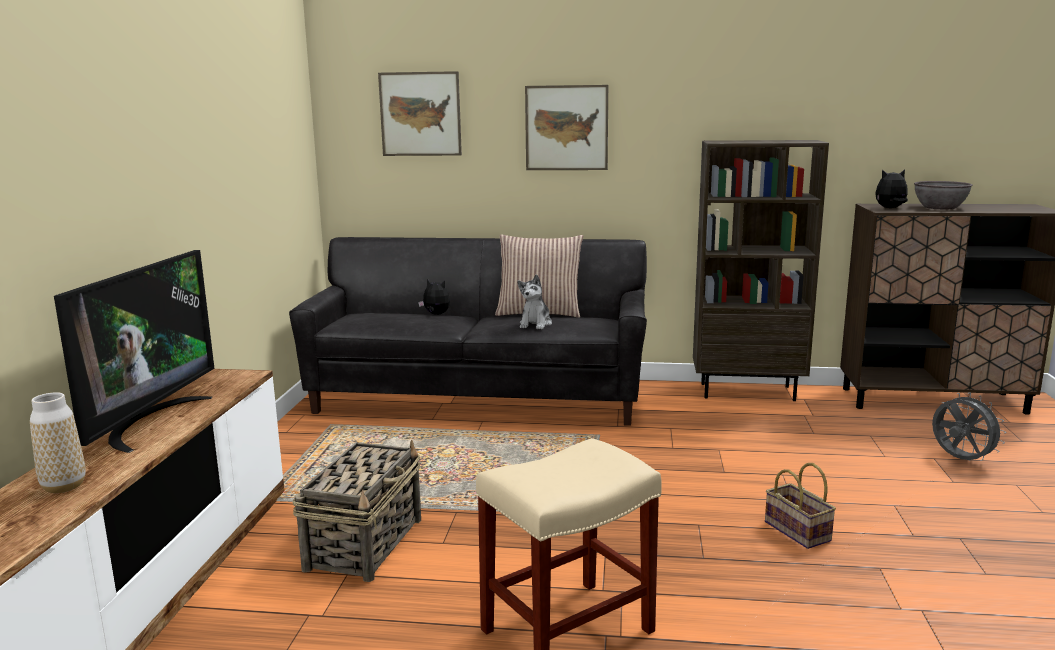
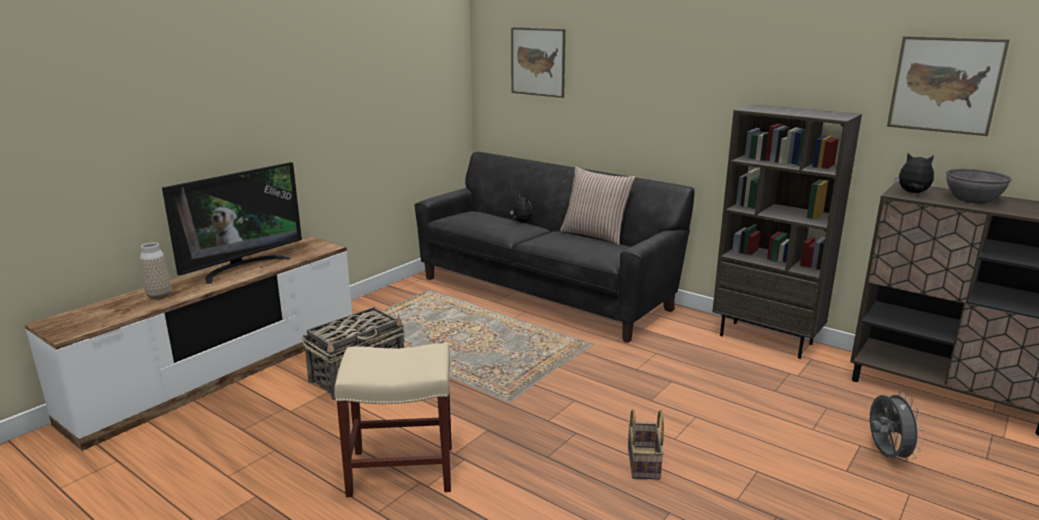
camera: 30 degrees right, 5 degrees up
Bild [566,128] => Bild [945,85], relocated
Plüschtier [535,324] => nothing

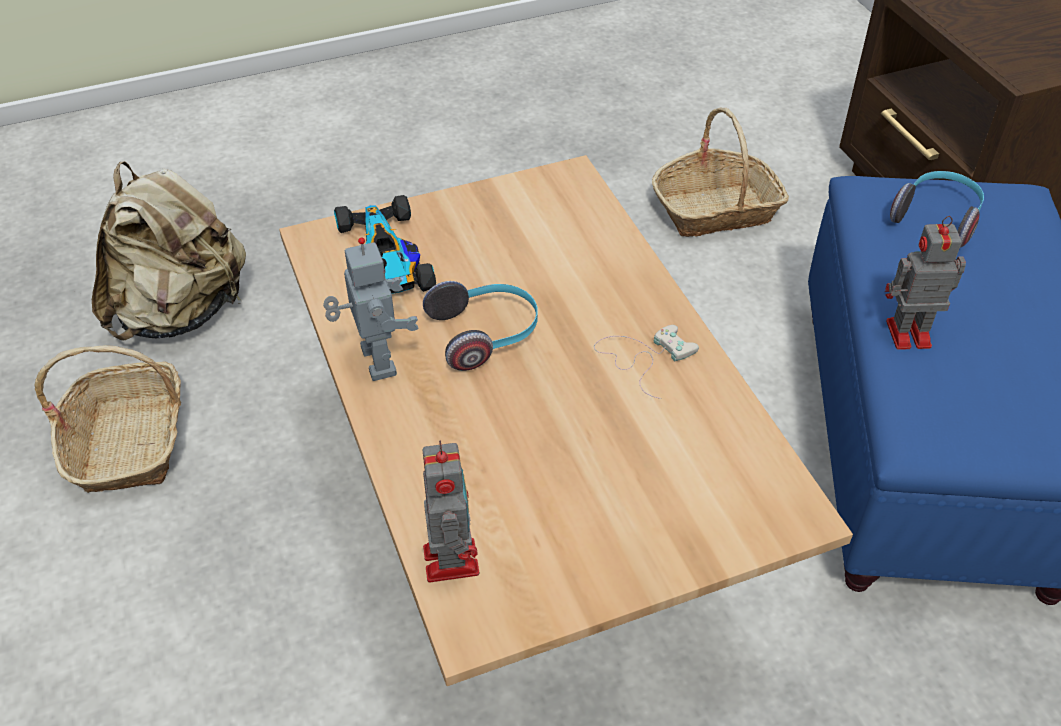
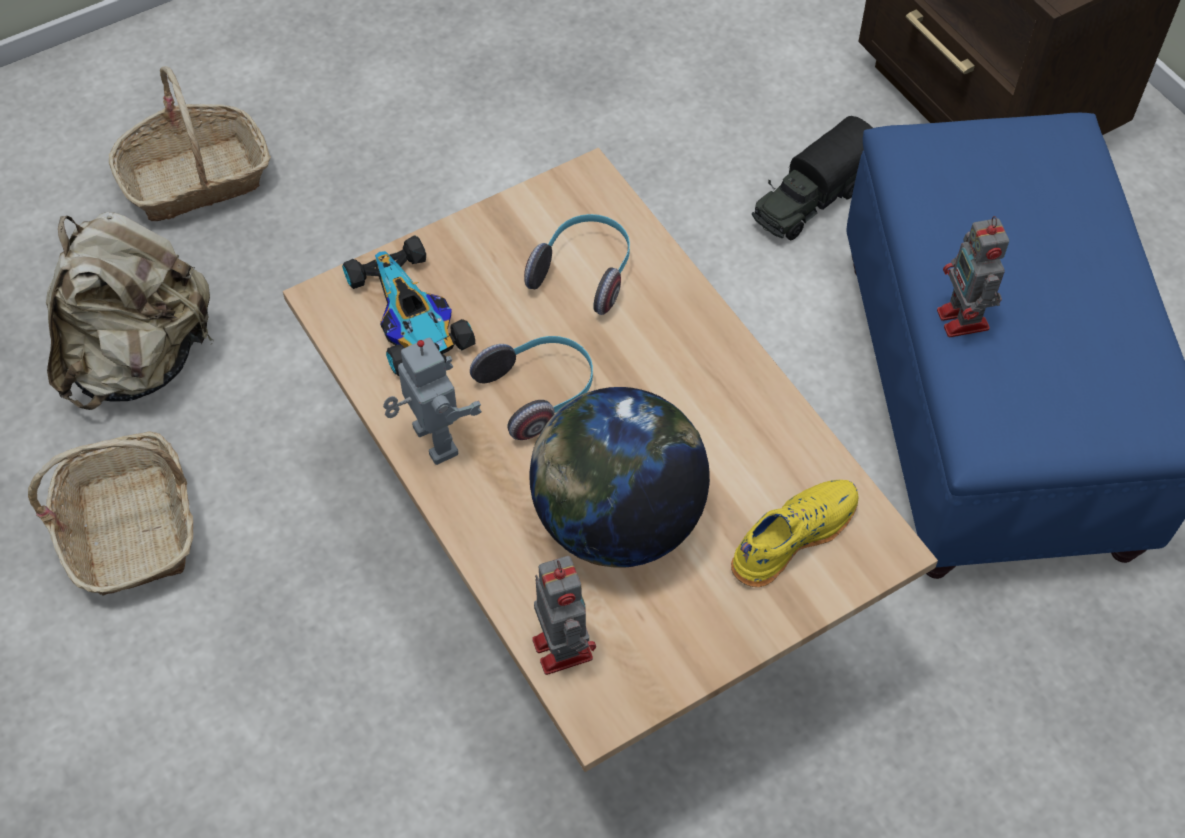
camera: 10 degrees left, 10 degrees up
Korb [716,210] => Korb [196,179], relocated
Kopfhörer [938,217] => Kopfhörer [585,272], relocated
nothing => Globus [617,521]
nothing => Schuh [gelb] [791,537]
nothing => Spielzeuglaster [811,200]
Spielzeugroboter [905,334] => Spielzeugroboter [963,321], 90 degrees counterclockwise
Gamepad [weiß] [644,357] => nothing

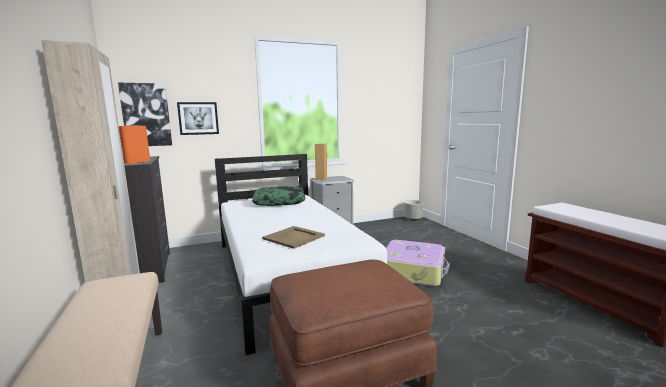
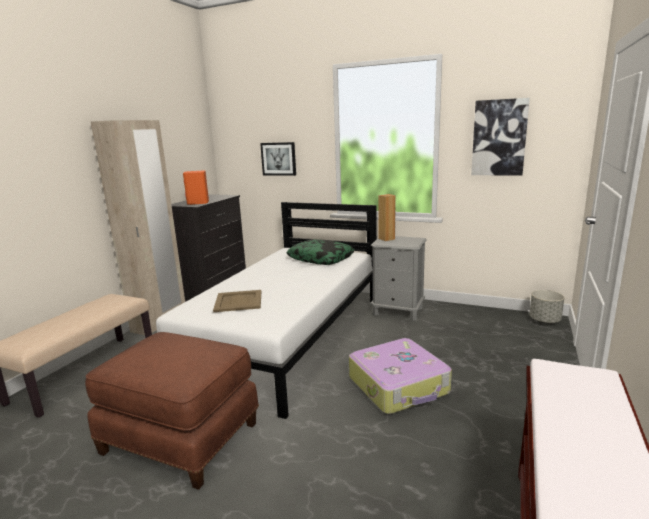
camera: 45 degrees right, 5 degrees up
Bild [146,115] => Bild [499,138], relocated

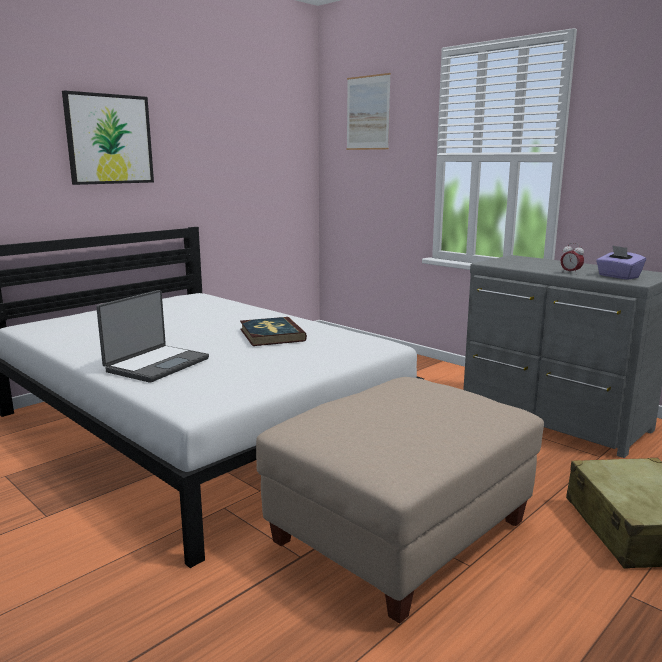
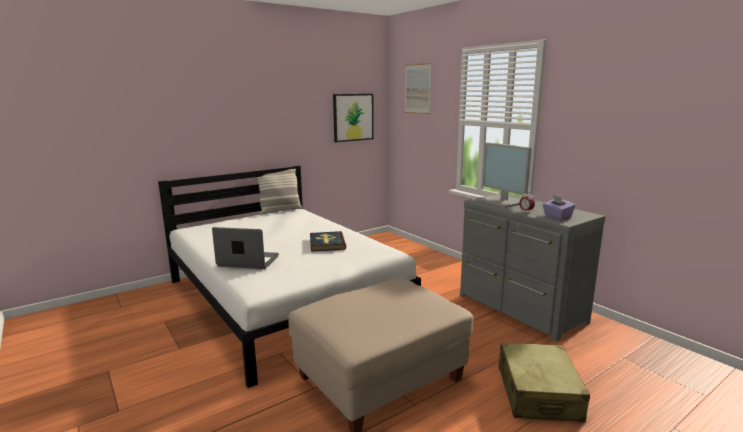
camera: 10 degrees right, 0 degrees up
Laptop [156,365] => Laptop [247,262], 120 degrees counterclockwise
nothing => Kissen [280,210]
Bild [109,139] => Bild [353,117], relocated
nothing => Monitor [502,201]

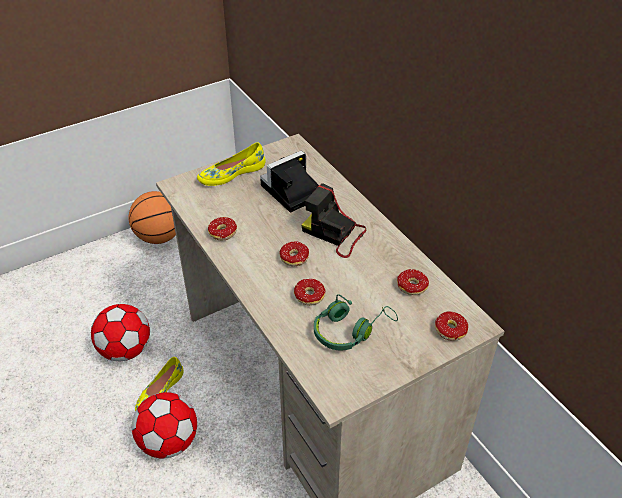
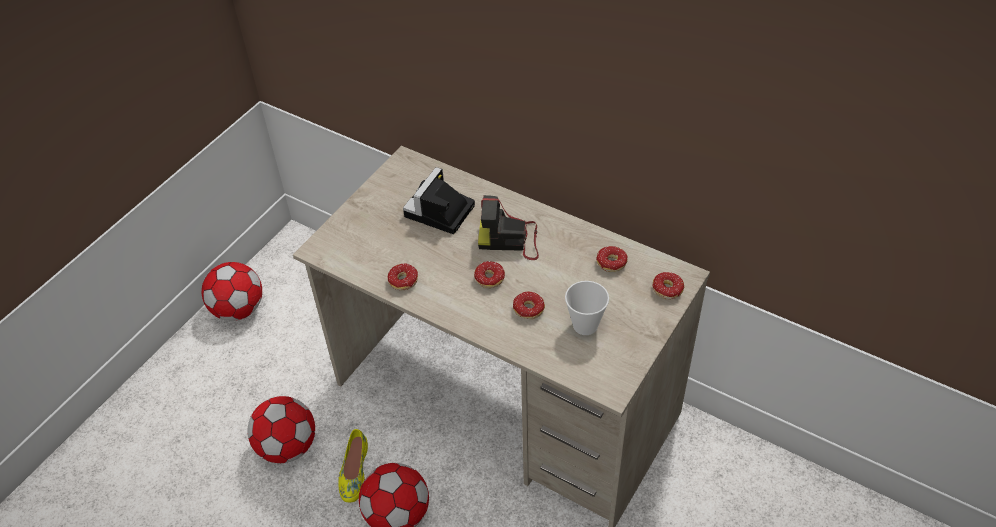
camera: 25 degrees left, 5 degrees up
Basketball [159,237] => Fußball [238,309]
Kopfhörer [grün] [350,330] => Tasse [585,325]
Schuh [gelb] [231,173] => nothing

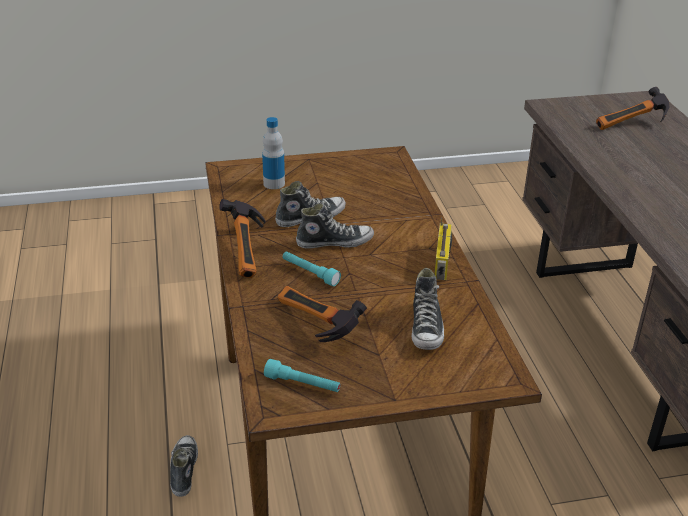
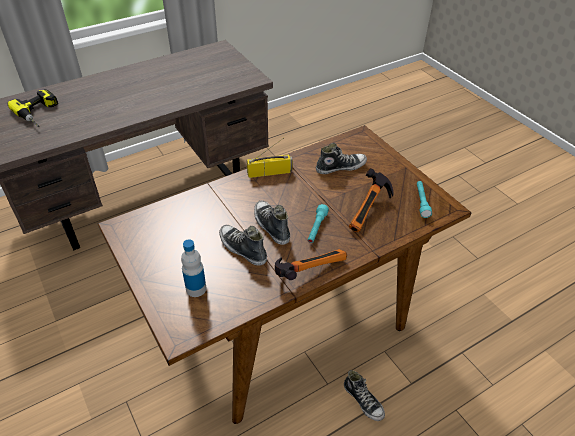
camera: 110 degrees left, 10 degrees up
Hammer [632,126] => Bohrmaschine [40,113]
Schuh [183,470] => Schuh [363,401], 105 degrees counterclockwise

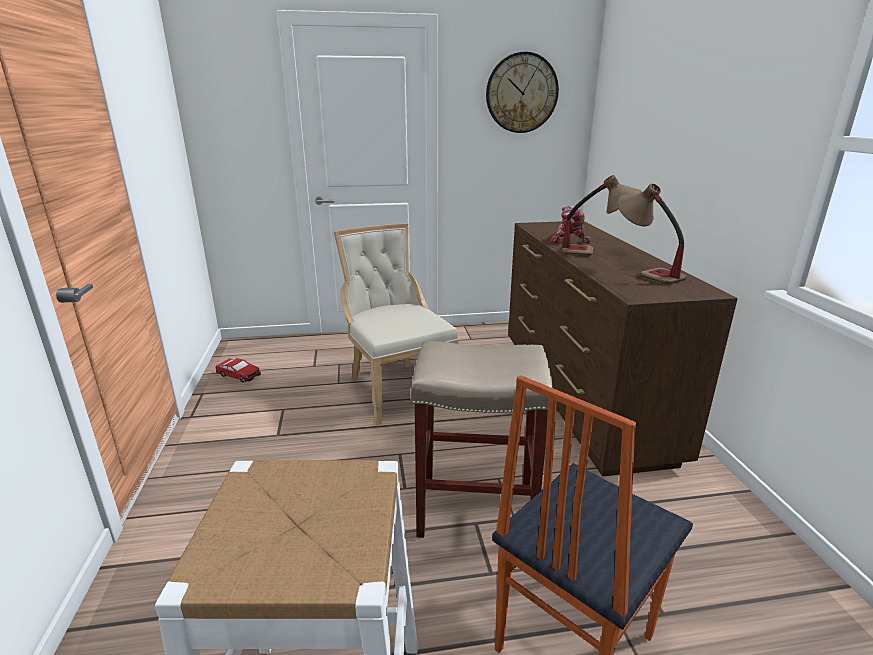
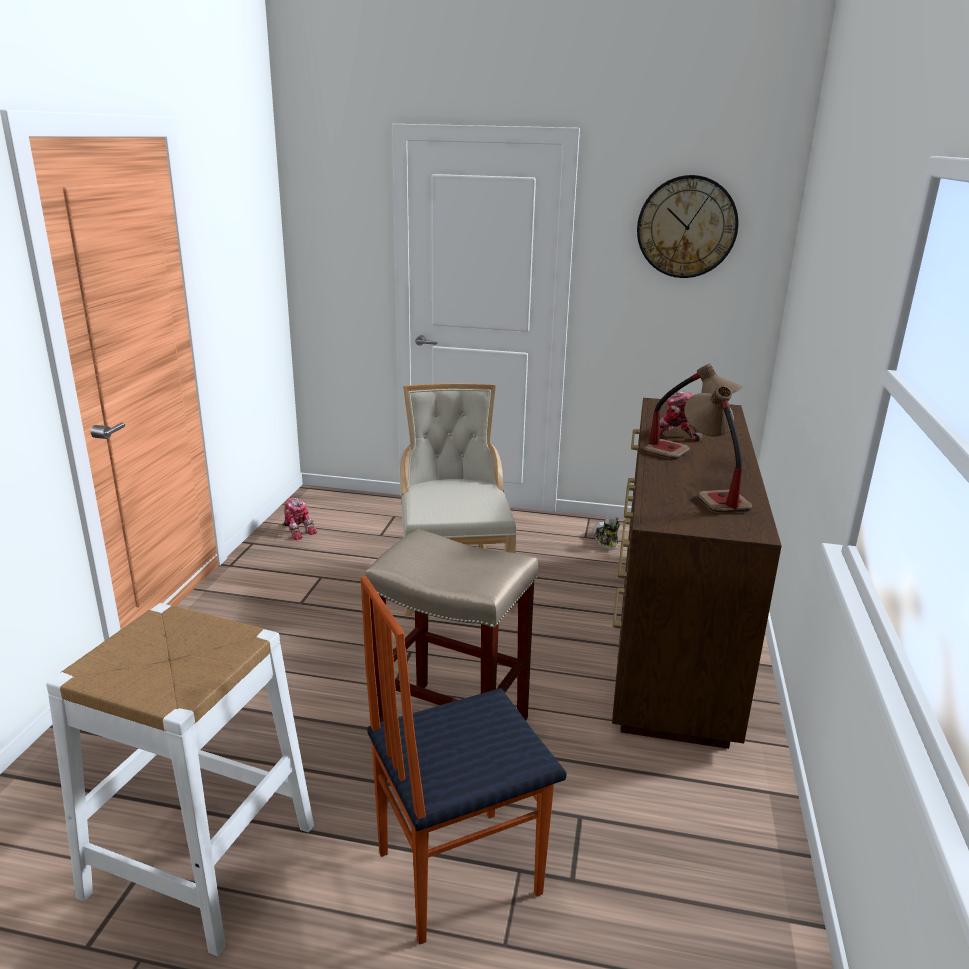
camera: 20 degrees right, 0 degrees up
Spielzeugauto [239,375] => Spielzeugroboter [298,530]
nothing => Schuh [605,540]

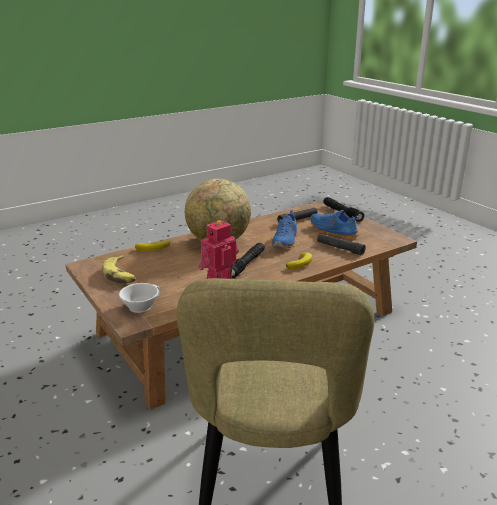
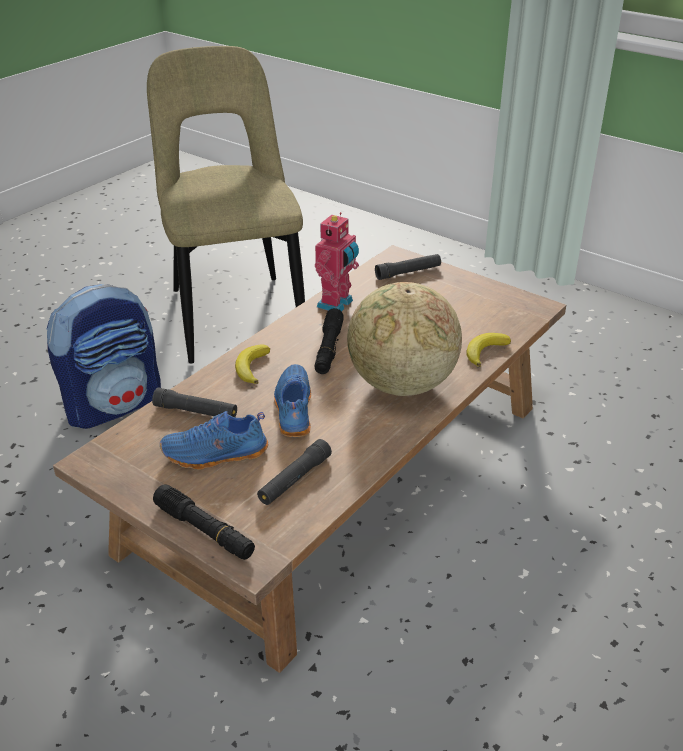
camera: 160 degrees right, 10 degrees up
nothing => Rucksack [114,405]
Schuh [blau] [332,232] => Schuh [blau] [215,455], 150 degrees clockwise
Tasse [weiß] [140,305] => Taschenlampe [schwarz] [408,272]
Banane [120,275] => nothing

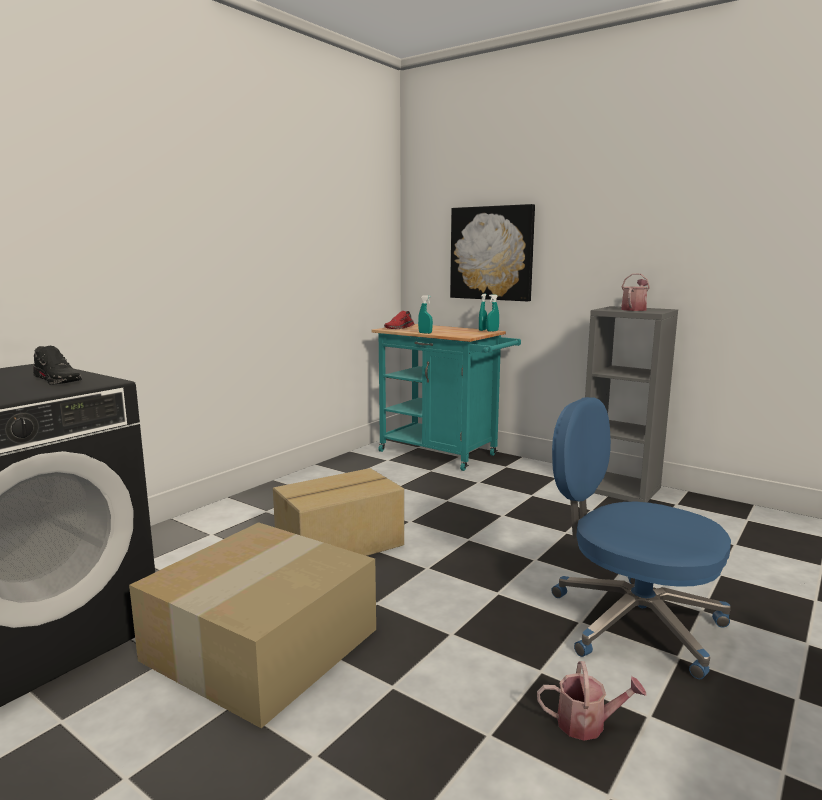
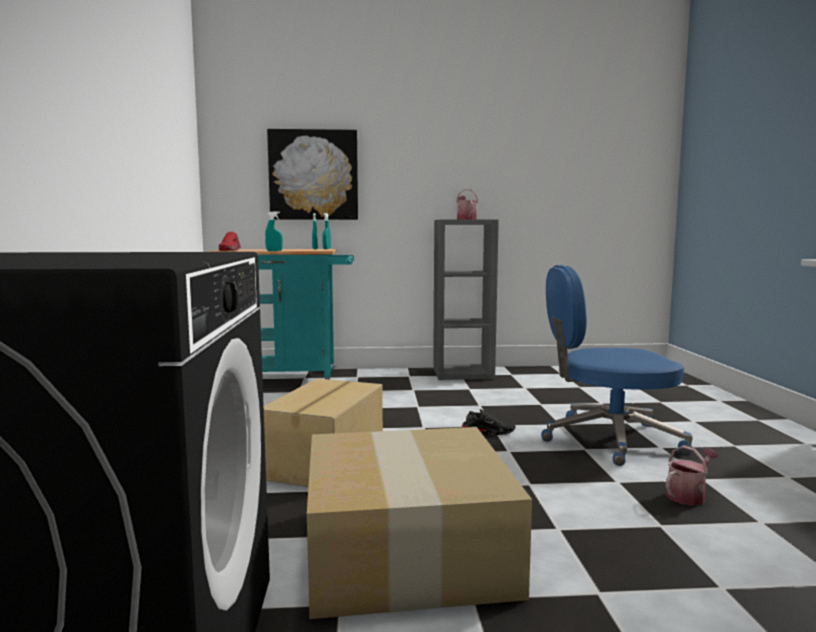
camera: 40 degrees left, 5 degrees down
Schuh [schwarz] [59,380] => Schuh [schwarz] [488,432], relocated

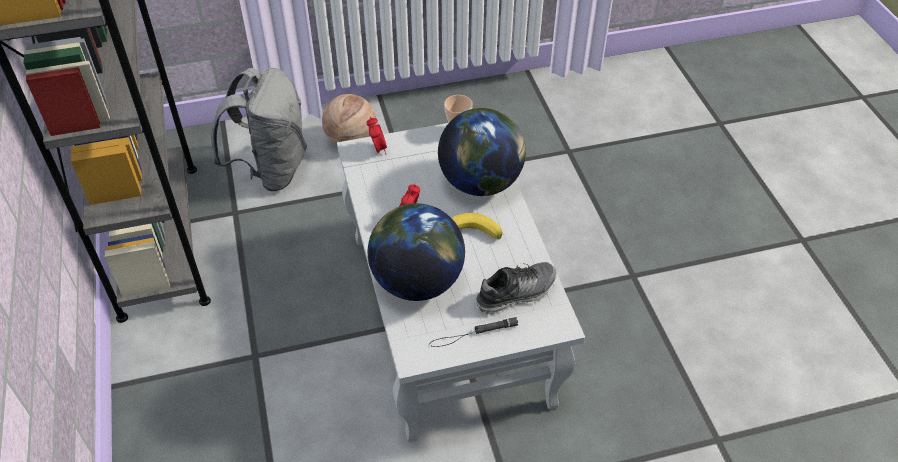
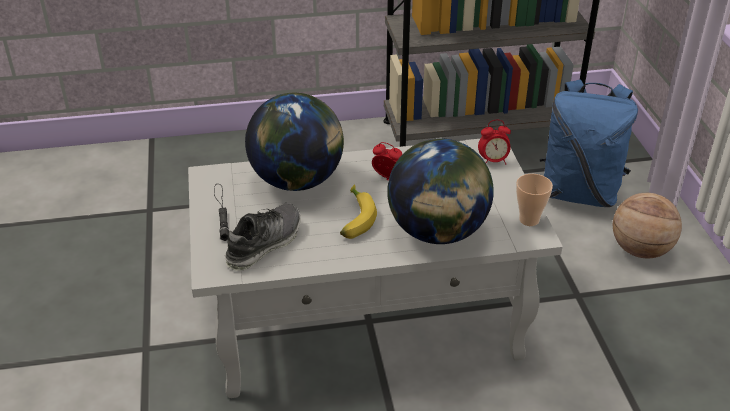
camera: 95 degrees right, 10 degrees down
Schuh [516,293] => Schuh [264,244], 120 degrees counterclockwise
Rucksack [grau] [271,170] => Rucksack [blau] [579,193]

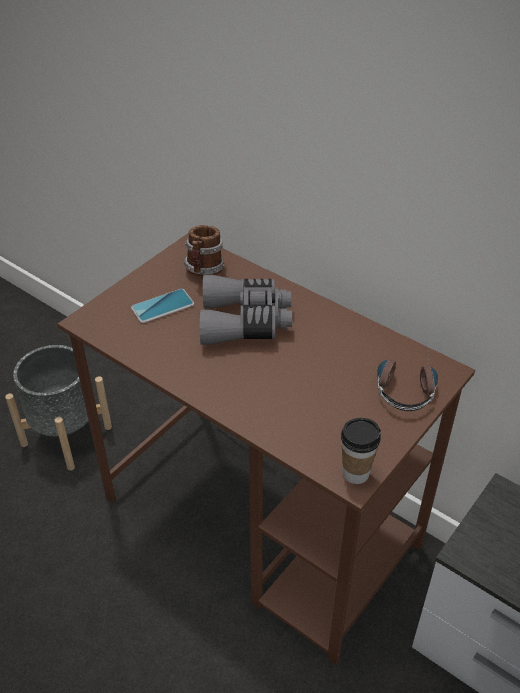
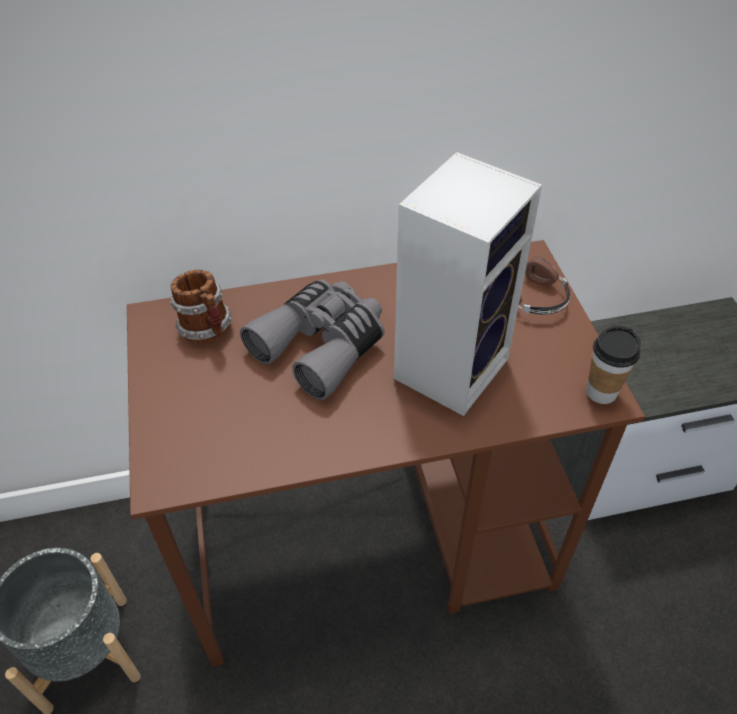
camera: 50 degrees left, 5 degrees up
nothing => Lautsprecher [451,365]
Handy [162,306] => nothing

